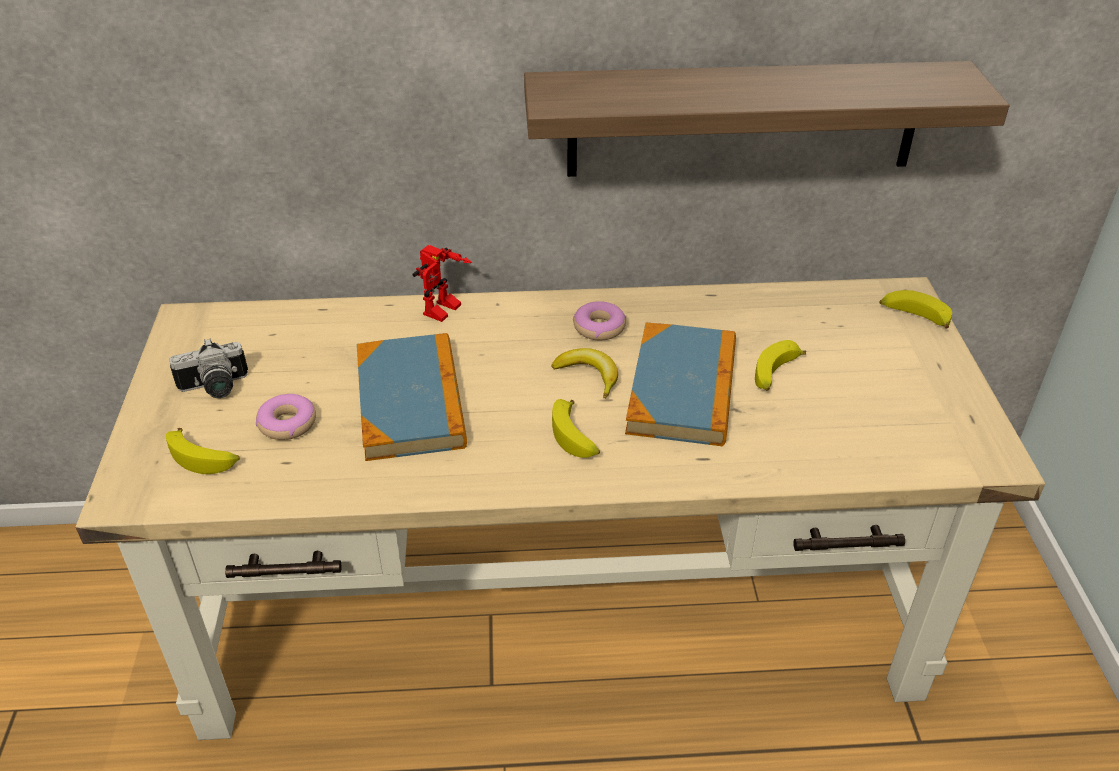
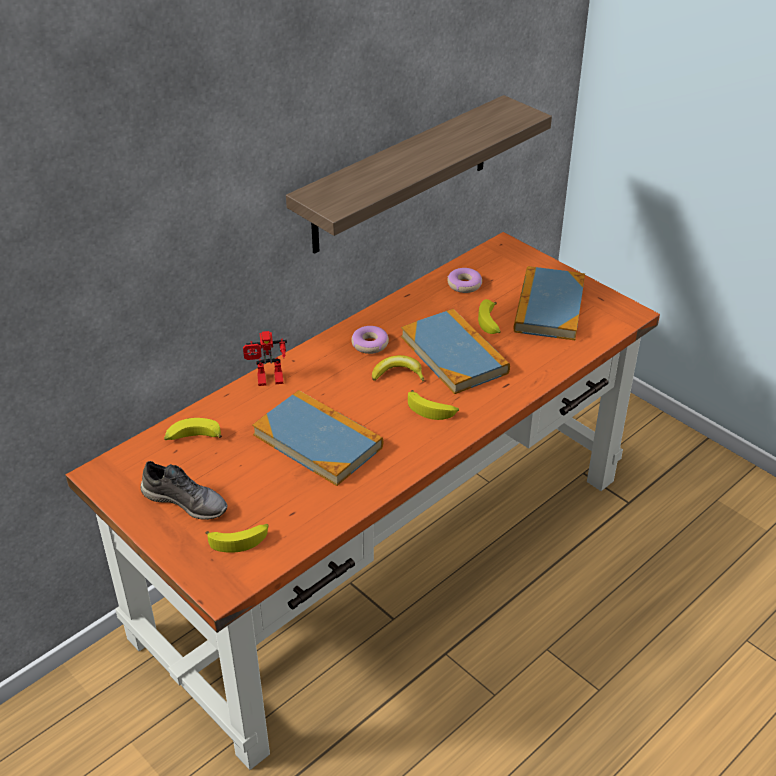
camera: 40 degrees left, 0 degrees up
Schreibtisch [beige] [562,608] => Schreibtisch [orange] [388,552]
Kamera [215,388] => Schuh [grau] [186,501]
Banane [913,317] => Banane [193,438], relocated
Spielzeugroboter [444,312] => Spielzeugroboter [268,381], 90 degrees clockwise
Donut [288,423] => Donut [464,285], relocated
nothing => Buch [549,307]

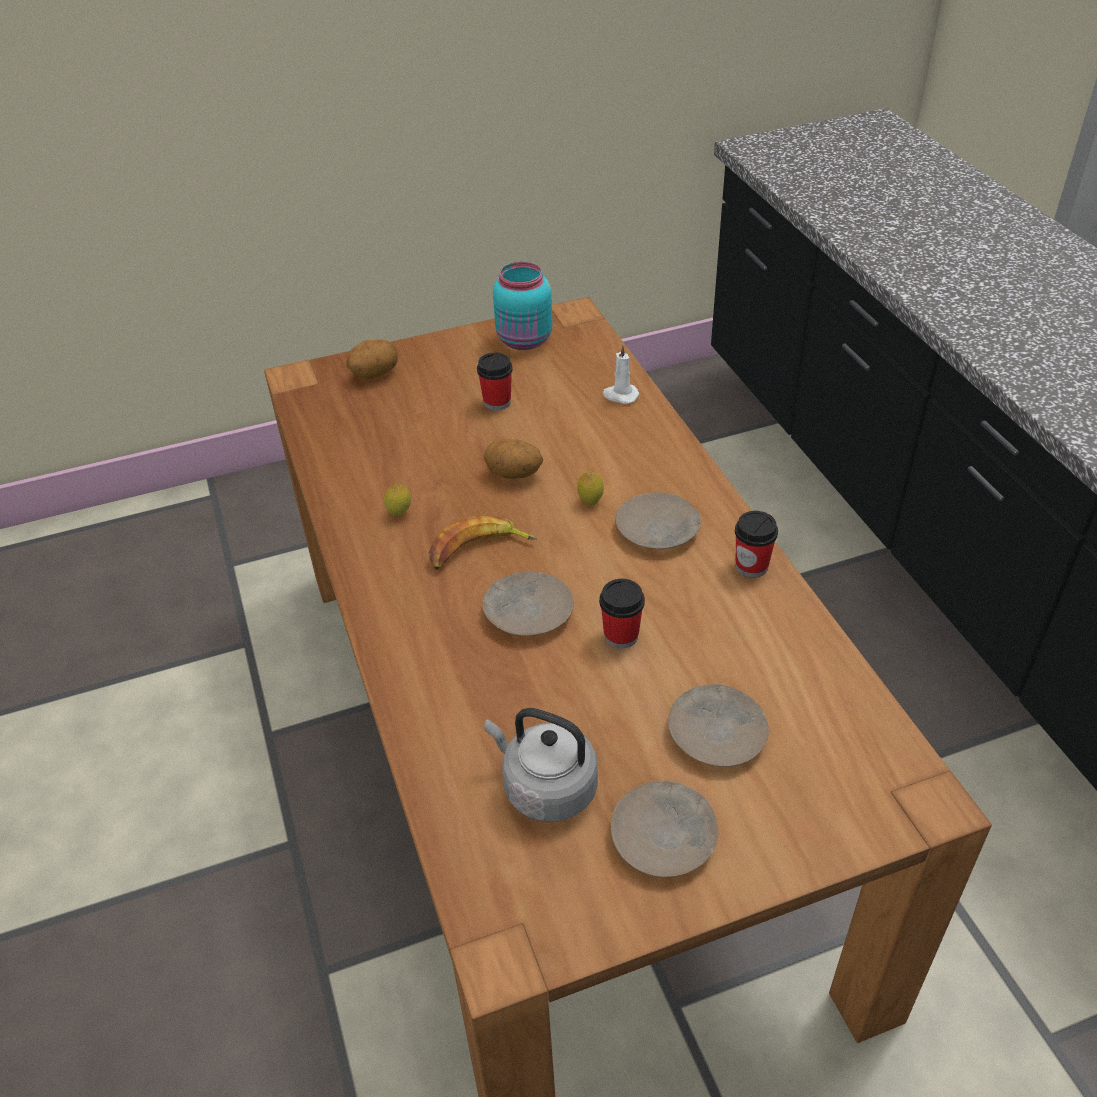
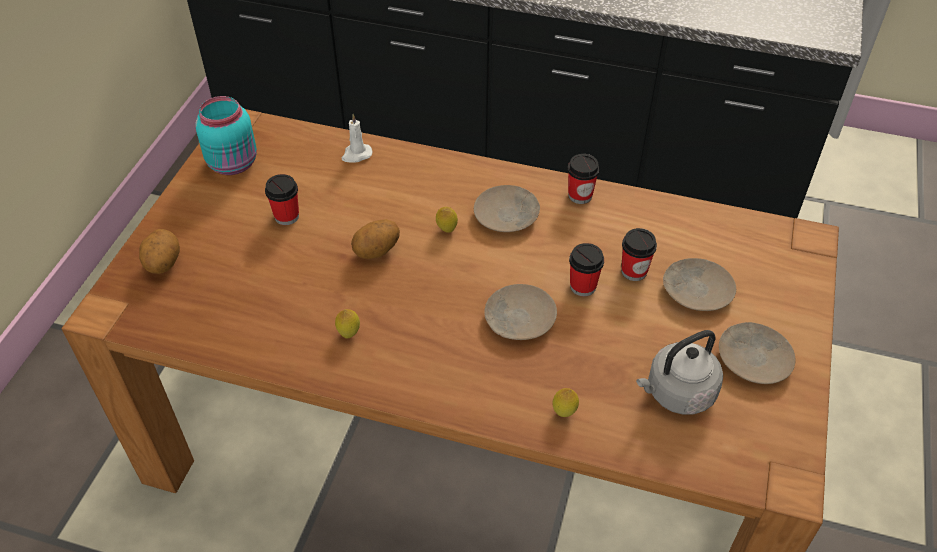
camera: 55 degrees left, 5 degrees up
nothing => Zitrone [564,413]
nothing => Tasse [634,271]
Banane [478,550] => nothing

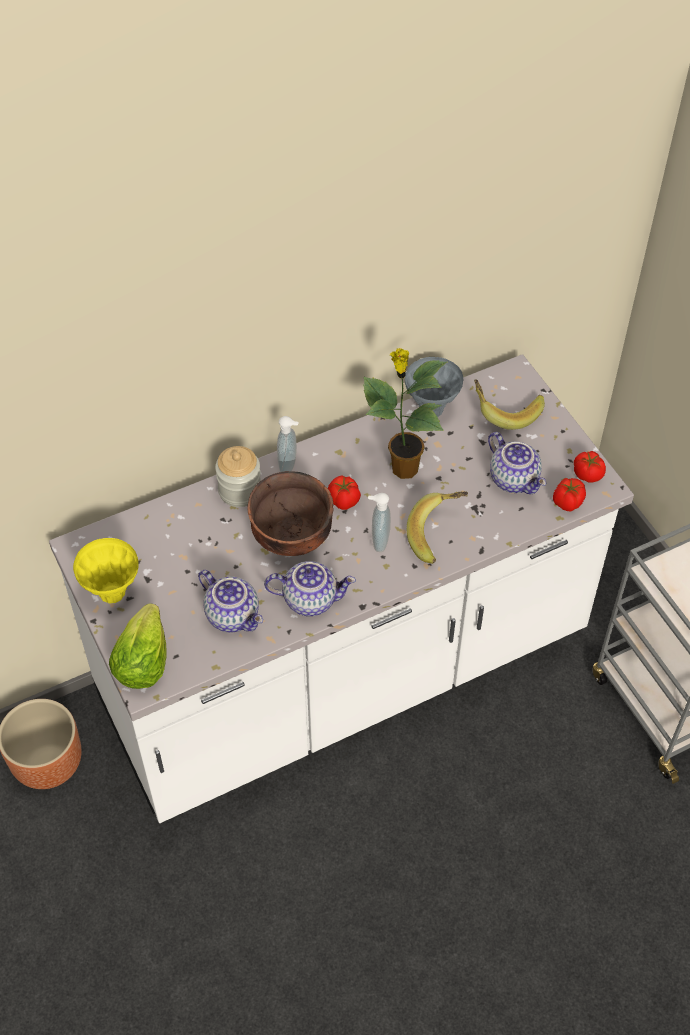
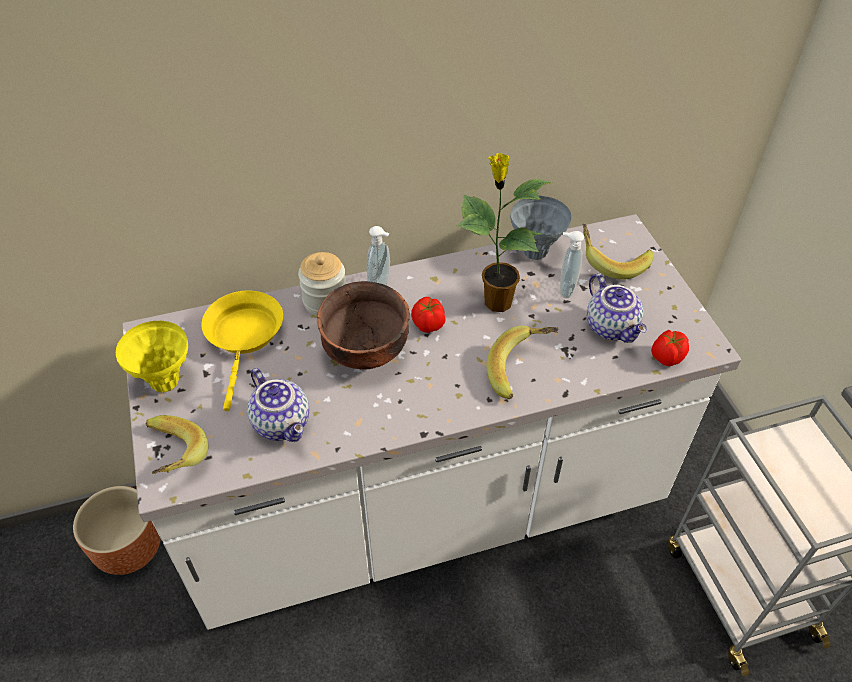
camera: 10 degrees right, 5 degrees down
Salatkopf [142,662] => Banane [171,458]
nothing => Pfanne [gelb] [244,337]
Seifenspender [378,541] => Seifenspender [565,289], relocated
Teekanne [311,598] => nothing
Tomate [587,474] => nothing

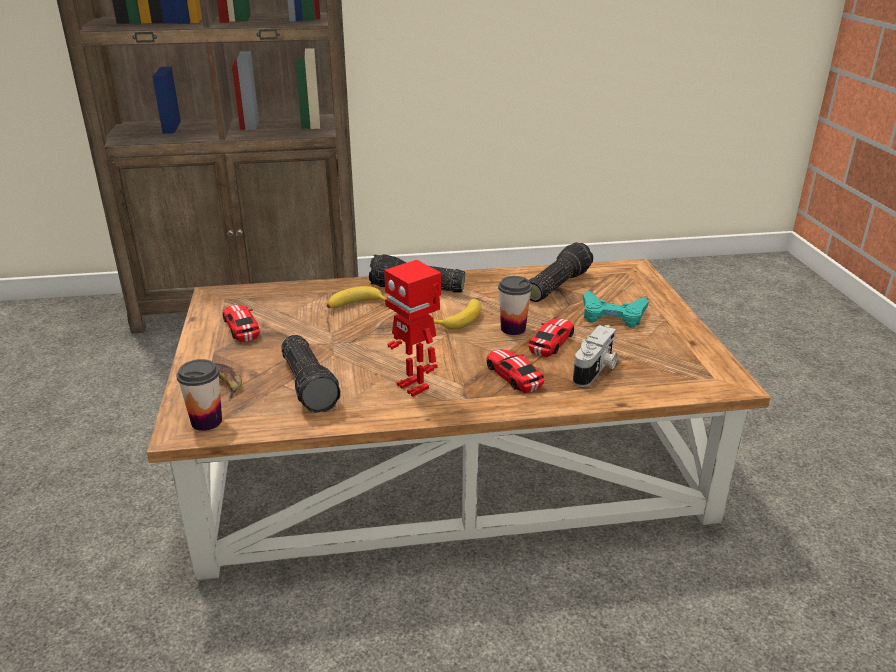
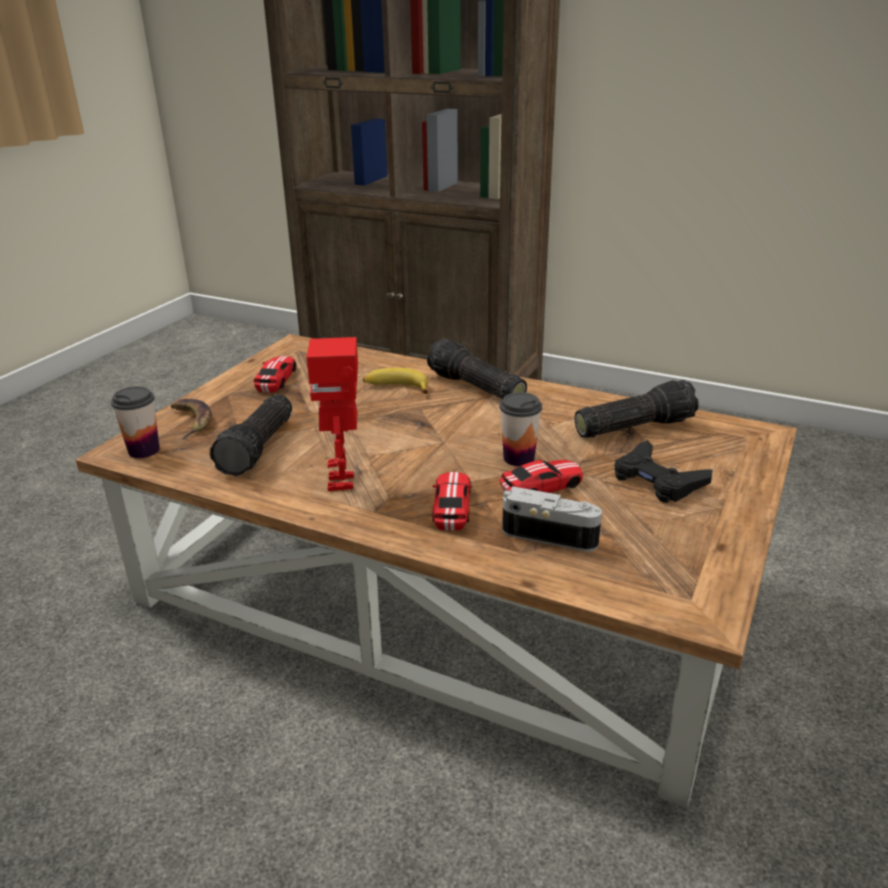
camera: 35 degrees right, 0 degrees up
Kamera [596,370] => Kamera [550,534], 135 degrees counterclockwise
Gamepad [türkis] [612,315] => Gamepad [schwarz] [657,480]
Banane [459,319] => nothing

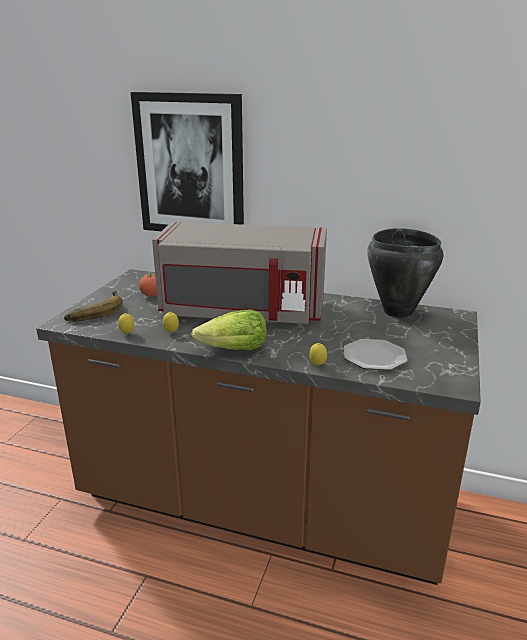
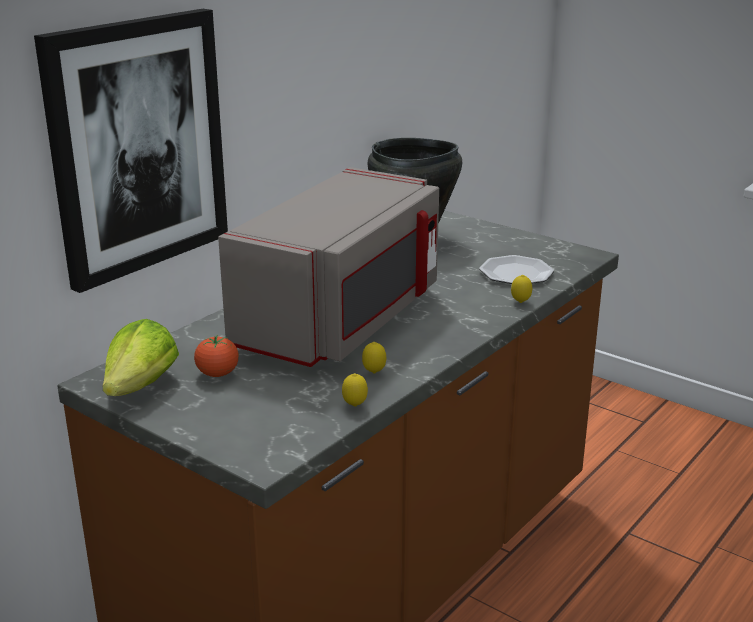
camera: 70 degrees left, 0 degrees up
Salatkopf [234,350] => Salatkopf [141,386], relocated
Banane [93,310] => nothing

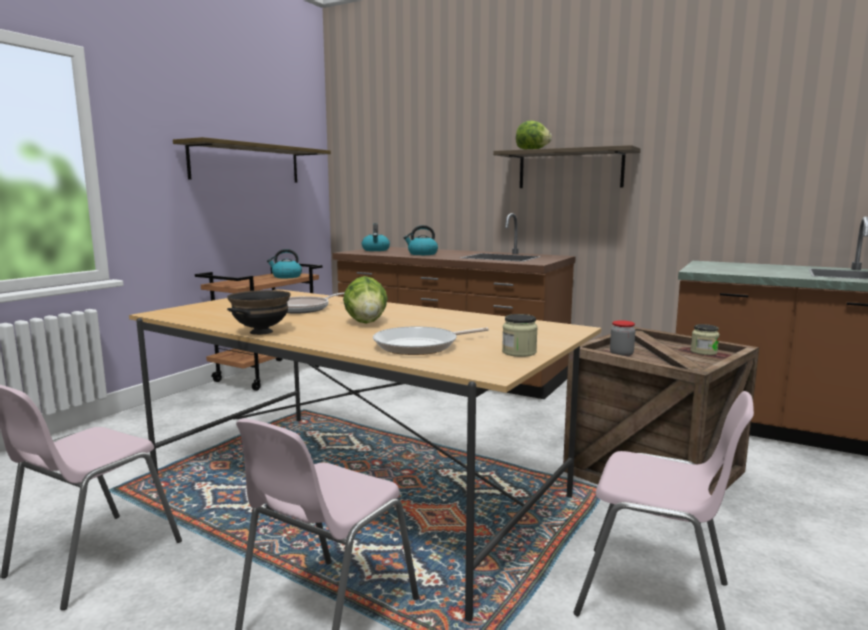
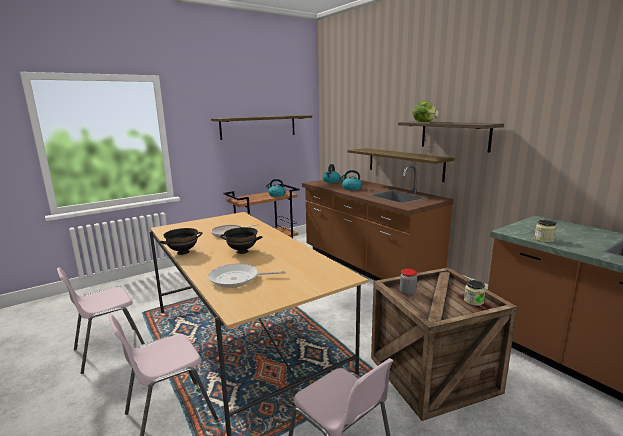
camera: 25 degrees right, 5 degrees up
Salatkopf [366,322] => Schüssel [schwarz] [242,251]
nothing => Wandregal [404,163]
Vorratsglas [519,352] => Vorratsglas [544,239], relocated

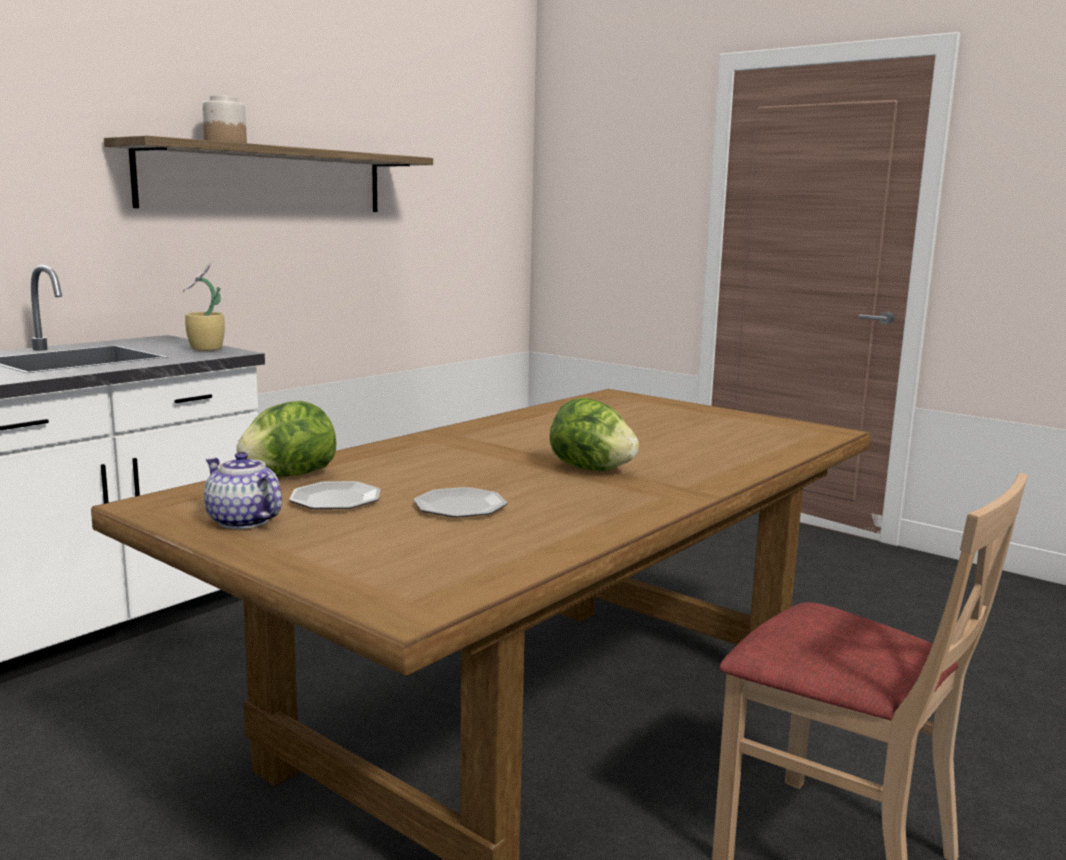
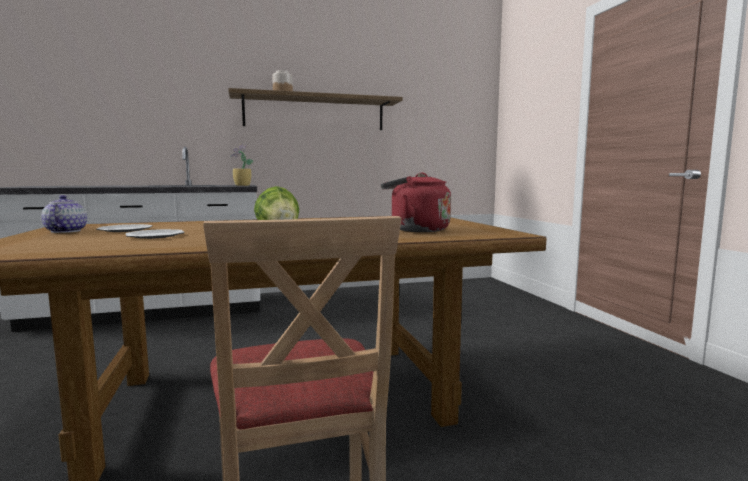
camera: 35 degrees right, 5 degrees down
nothing => Wasserkessel [rot] [415,230]
Salatkopf [288,476] => nothing

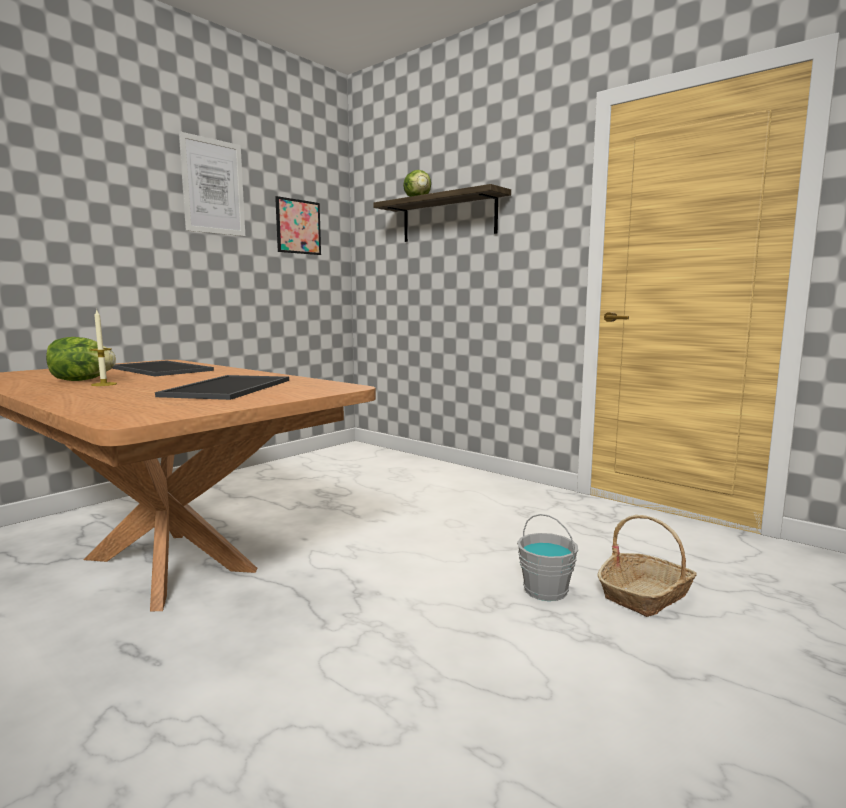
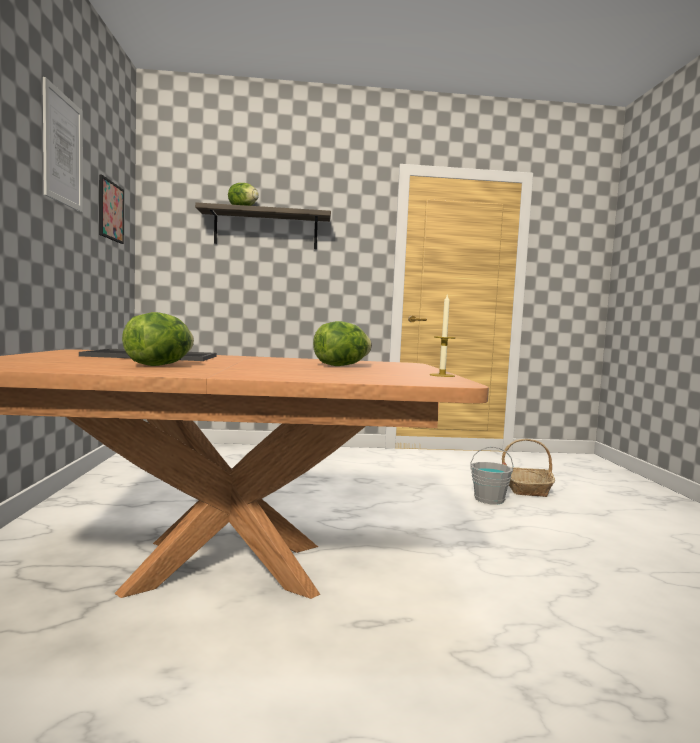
camera: 45 degrees left, 5 degrees down
Tablett [227,388] => Salatkopf [341,366]
Kerze [104,384] => Kerze [442,375], relocated

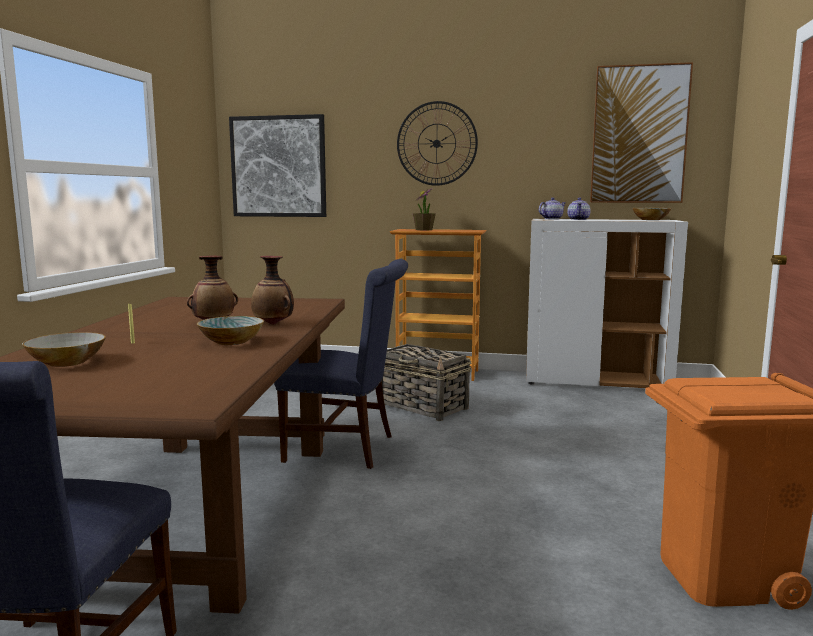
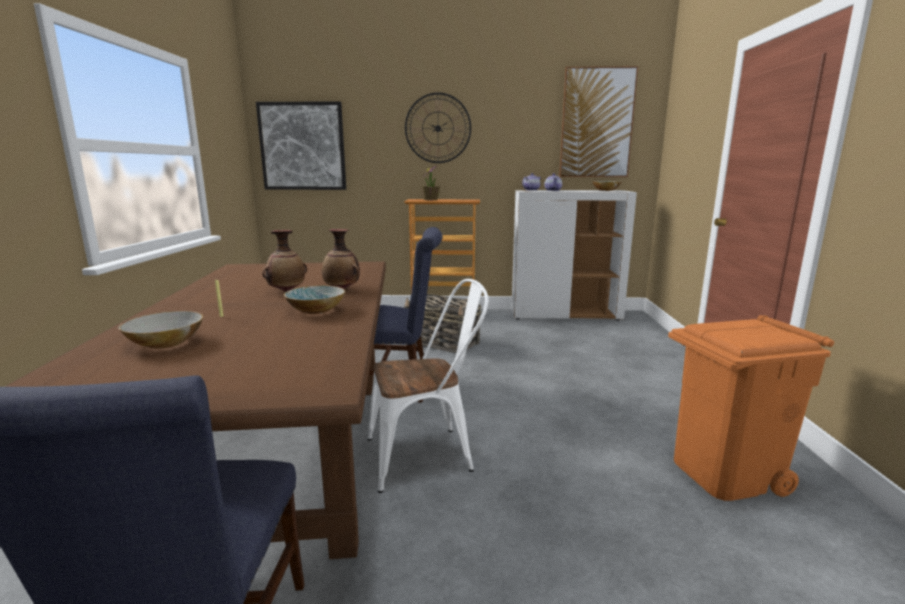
camera: 10 degrees left, 5 degrees up
nothing => Stuhl [weiß] [428,454]

